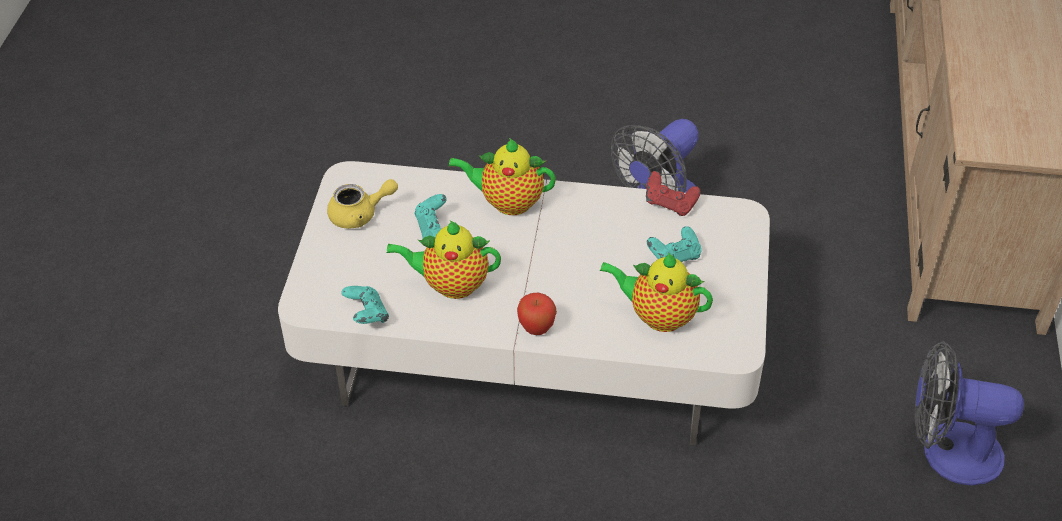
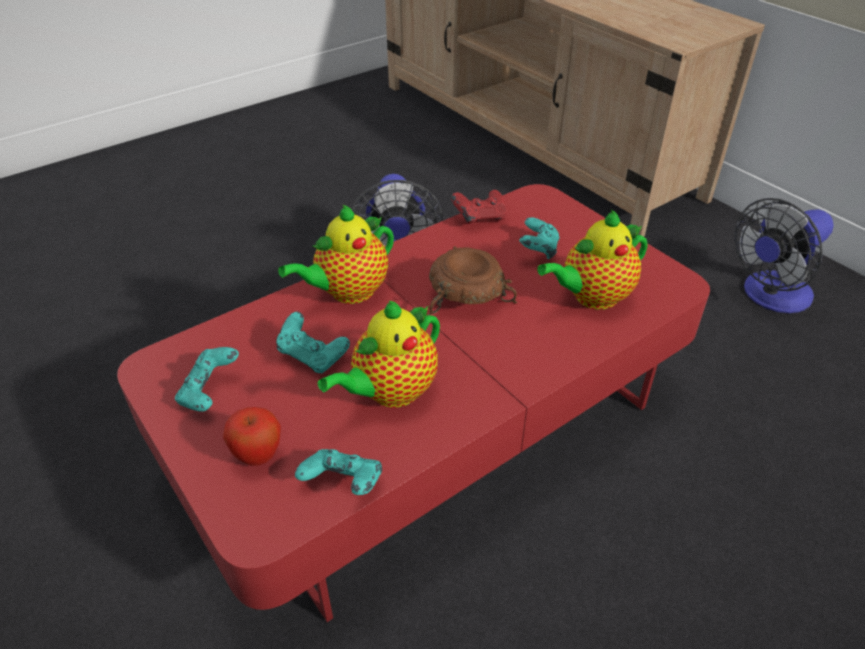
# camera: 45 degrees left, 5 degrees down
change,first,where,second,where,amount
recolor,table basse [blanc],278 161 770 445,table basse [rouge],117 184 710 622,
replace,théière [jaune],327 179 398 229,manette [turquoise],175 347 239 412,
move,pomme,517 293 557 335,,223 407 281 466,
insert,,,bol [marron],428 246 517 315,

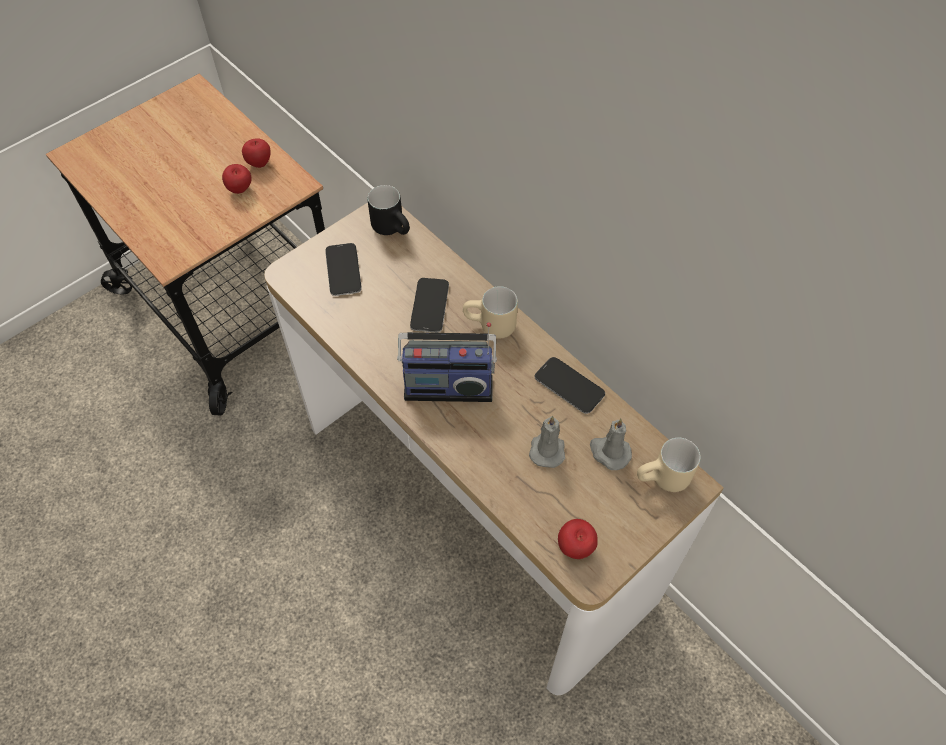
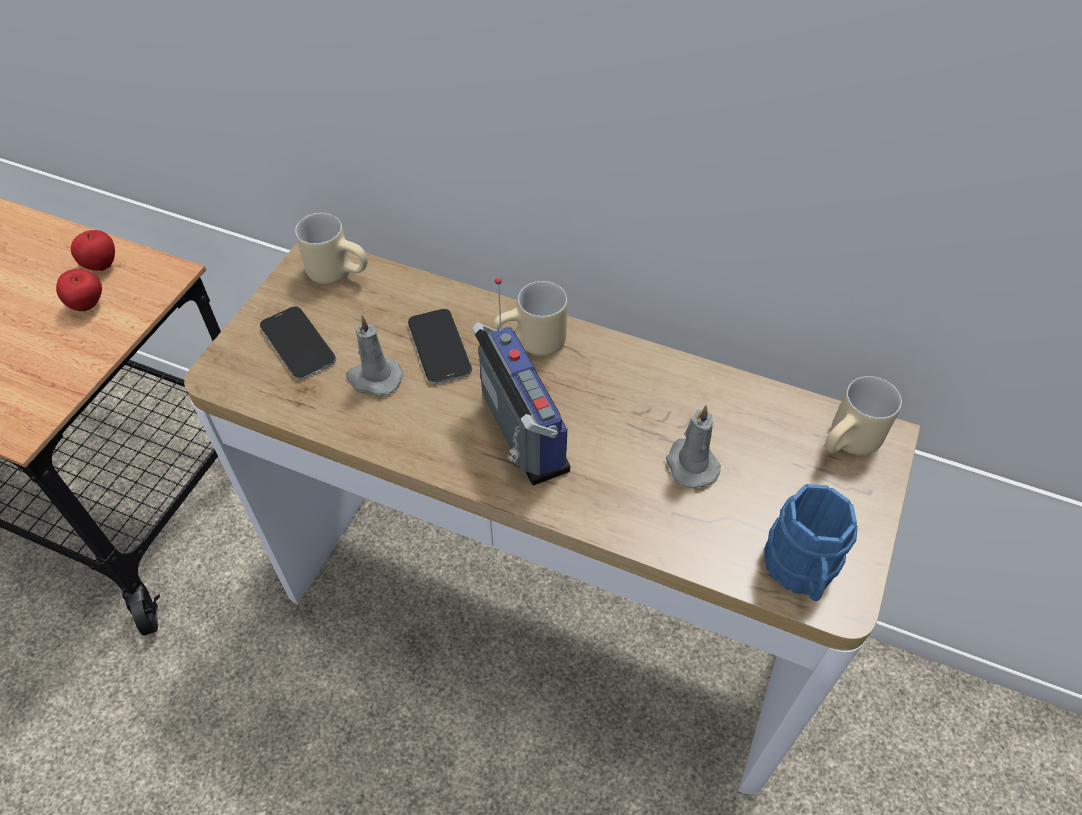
# camera: 25 degrees left, 5 degrees down
change,first,where,second,where,amount
recolor,mug [noir],368 185 410 235,mug [beige],295 213 368 284,
rotate,radio,397 322 497 402,,472 277 570 485,90 degrees counterclockwise
delete,téléphone,535 357 605 414,,,
move,bougie [gris],590 419 632 470,,346 315 403 397,
replace,pomme,558 519 598 559,mug [bleu],764 484 858 601,

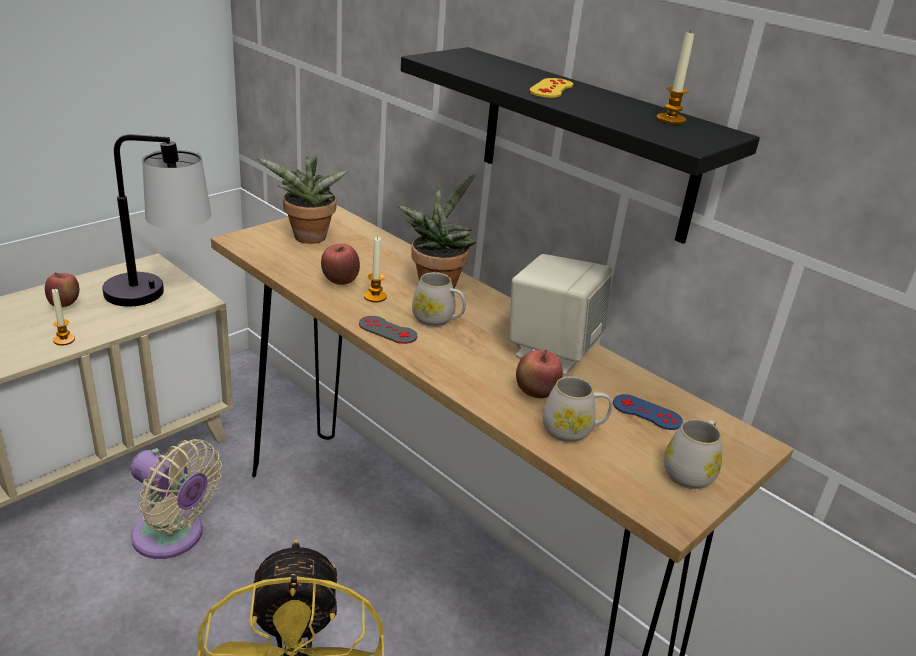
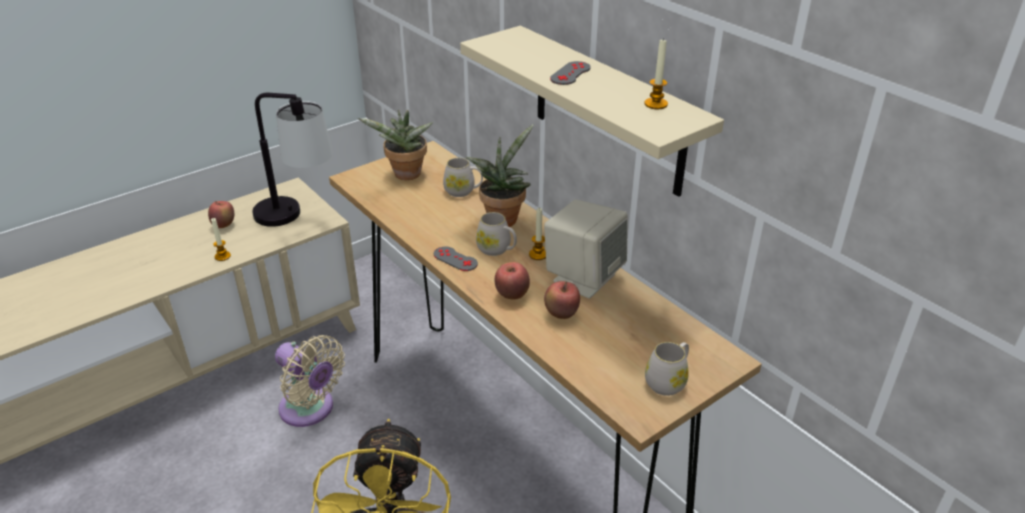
# camera: 10 degrees right, 5 degrees up
change,first,where,second,where,amount
recolor,étagère [noir],401 47 760 244,étagère [beige],460 26 724 197,
recolor,manette [jaune],529 78 573 98,manette [gris],550 61 591 85,
move,bougie,364 236 387 302,,529 208 546 260,
move,pomme,321 243 360 285,,495 262 530 300,
move,mug [blanc],542 376 612 443,,443 158 483 197,
delete,manette [bleu],613 394 683 430,,,

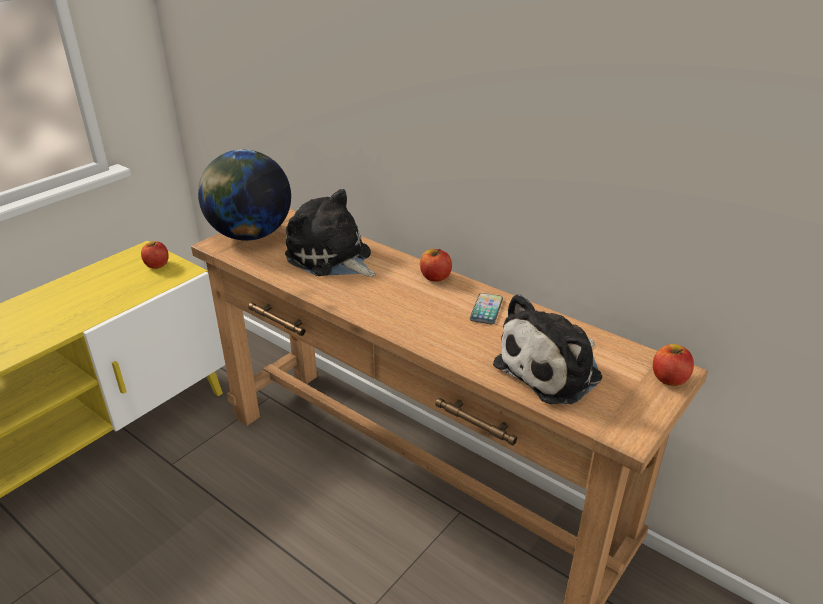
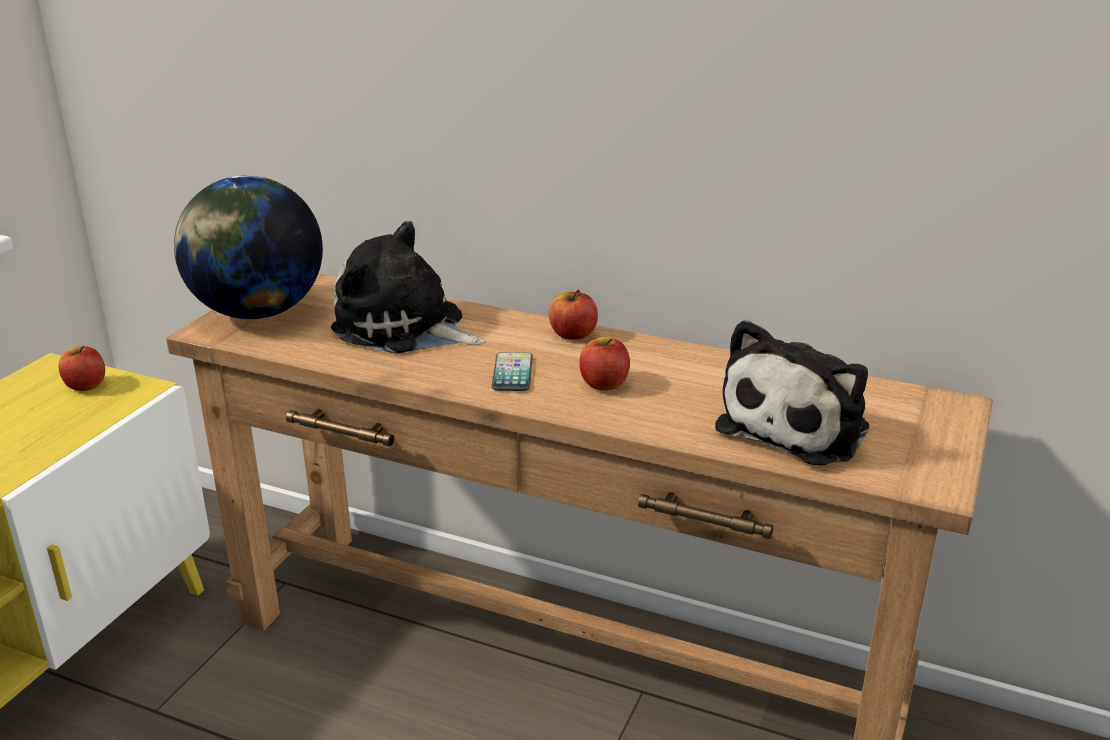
# camera: 15 degrees left, 5 degrees down
change,first,where,second,where,amount
move,téléphone,470 293 503 324,,492 352 533 391,
move,pomme,653 344 694 386,,579 337 630 391,

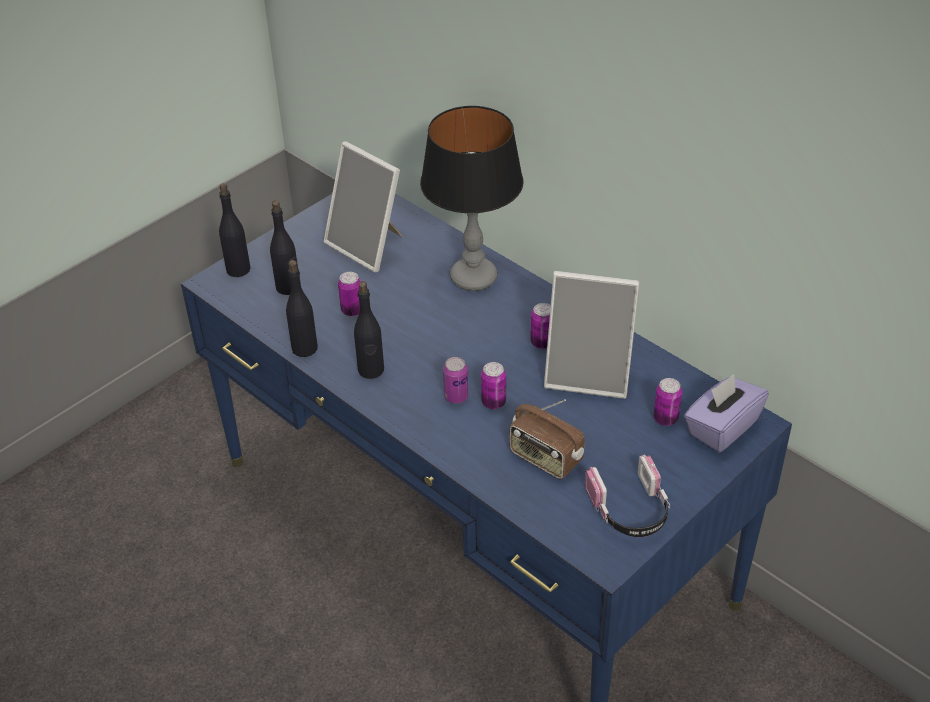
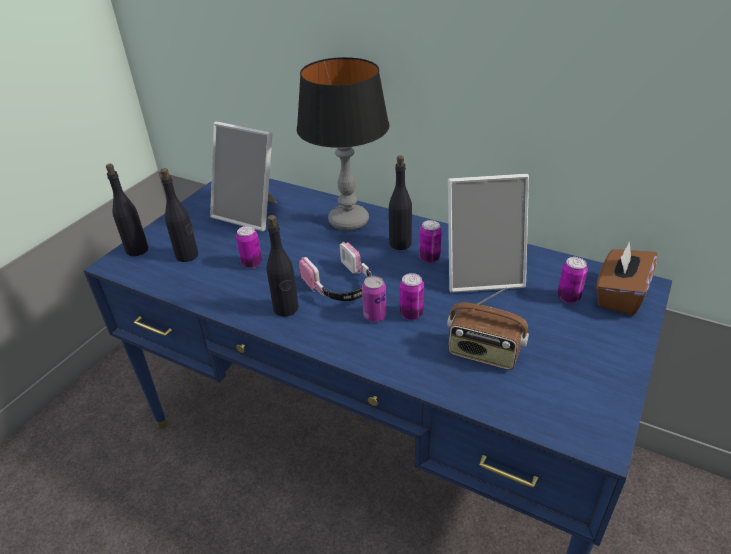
# camera: 15 degrees left, 5 degrees down
change,first,where,second,where,amount
move,bouteille [noir],286 260 318 357,,389 156 412 250,
recolor,boîte à mouchoirs [violet],684 374 769 452,boîte à mouchoirs [marron],596 241 657 316,
move,casque audio,585 454 670 537,,299 242 372 301,

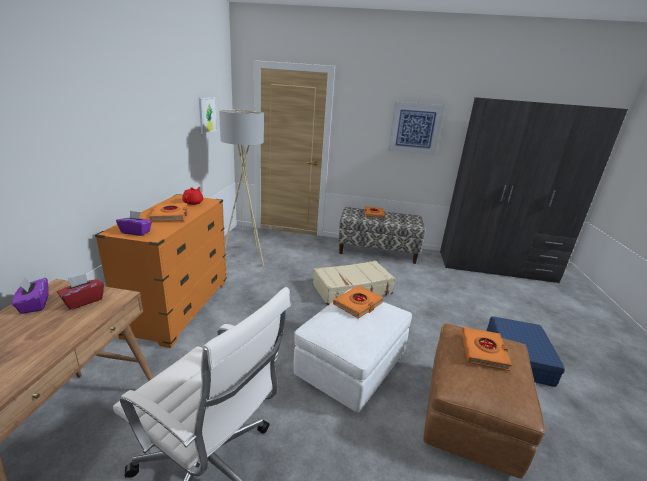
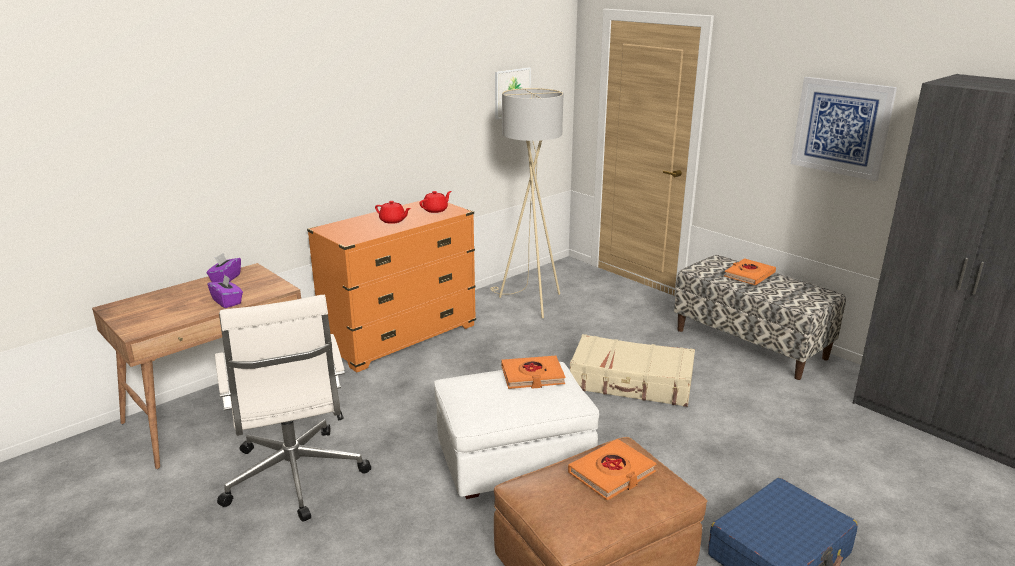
# camera: 40 degrees right, 0 degrees up
change,first,where,second,where,amount
replace,livre [orange],149 203 188 221,théière [rouge],375 201 411 224,
move,boîte à mouchoirs [violet],116 211 152 236,,208 274 243 308,
delete,boîte à mouchoirs [rouge],57 273 104 310,,,

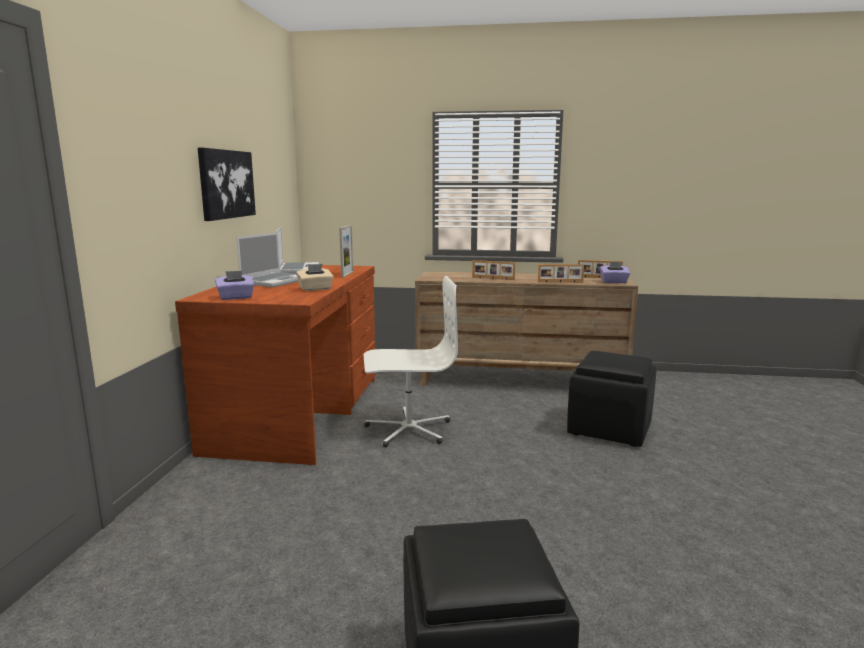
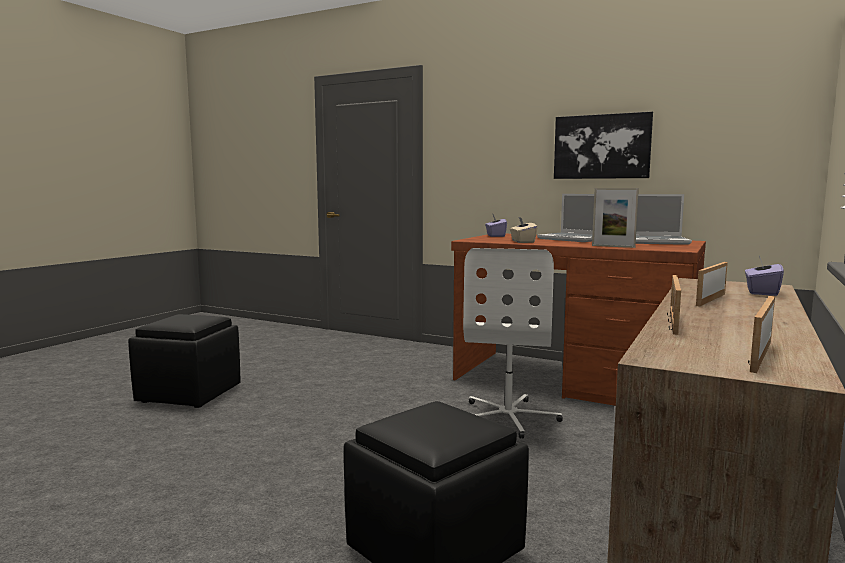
# camera: 110 degrees right, 5 degrees down
change,first,where,second,where,amount
move,boîte à mouchoirs [violet],600 262 630 283,,745 255 784 296,

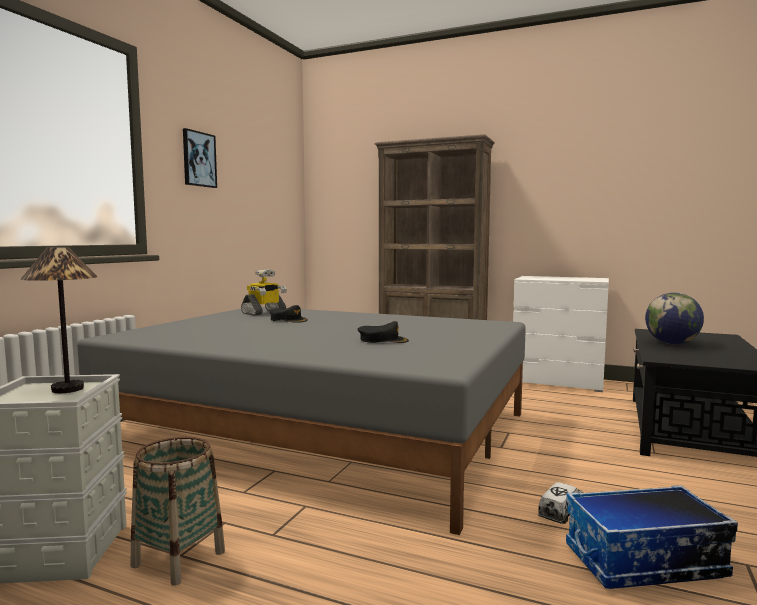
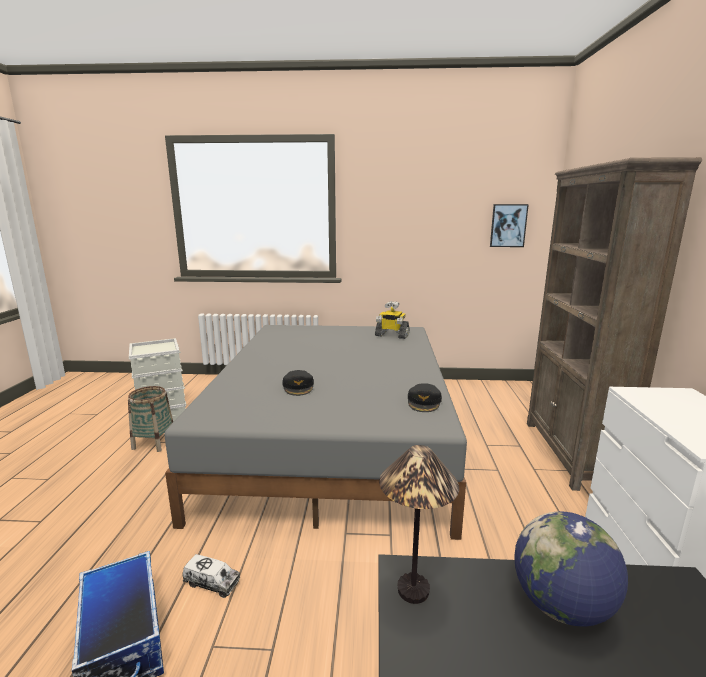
# camera: 70 degrees right, 10 degrees up
change,first,where,second,where,amount
move,tableau,183 128 217 188,,490 204 529 247,
move,lampe de table,21 247 97 393,,379 445 459 604,
move,casquette [noir],270 305 308 323,,408 383 442 412,

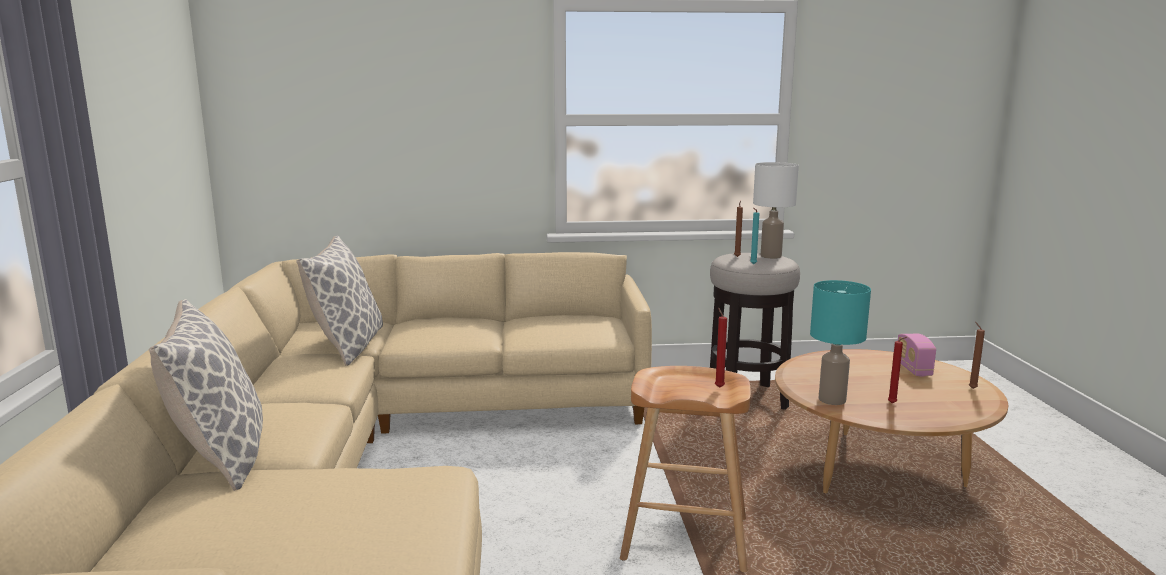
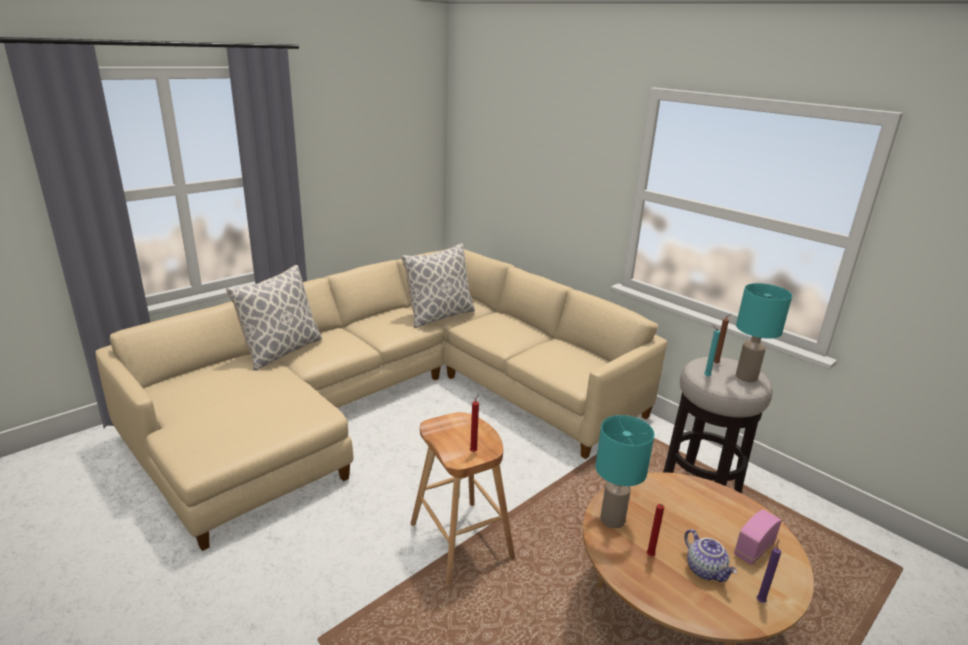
# camera: 50 degrees right, 10 degrees up
change,first,where,second,where,amount
recolor,lampe de table [blanc],753 162 799 259,lampe de table [turquoise],736 283 792 382,
recolor,bougie [marron],969 322 985 389,bougie [violet],757 539 781 603,
insert,,,théière,684 529 737 582,

